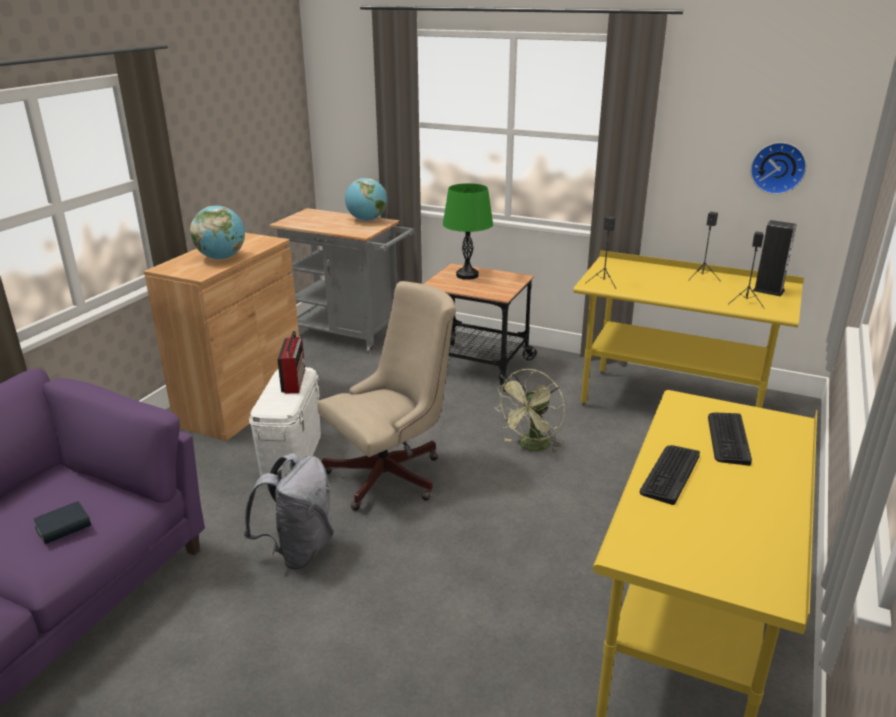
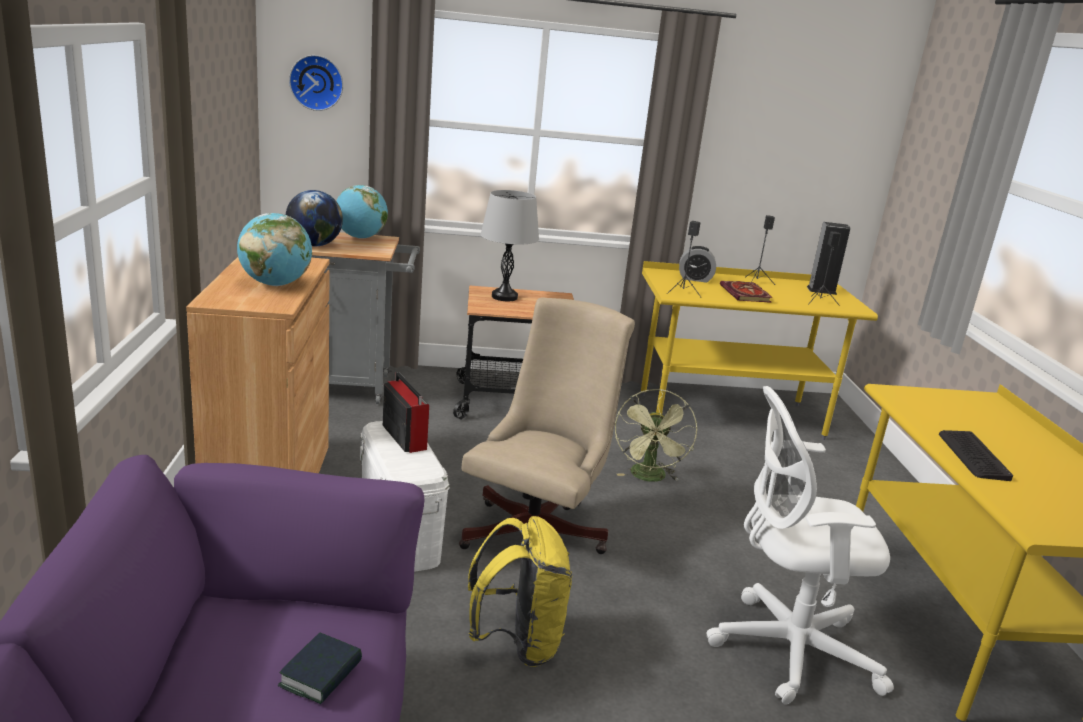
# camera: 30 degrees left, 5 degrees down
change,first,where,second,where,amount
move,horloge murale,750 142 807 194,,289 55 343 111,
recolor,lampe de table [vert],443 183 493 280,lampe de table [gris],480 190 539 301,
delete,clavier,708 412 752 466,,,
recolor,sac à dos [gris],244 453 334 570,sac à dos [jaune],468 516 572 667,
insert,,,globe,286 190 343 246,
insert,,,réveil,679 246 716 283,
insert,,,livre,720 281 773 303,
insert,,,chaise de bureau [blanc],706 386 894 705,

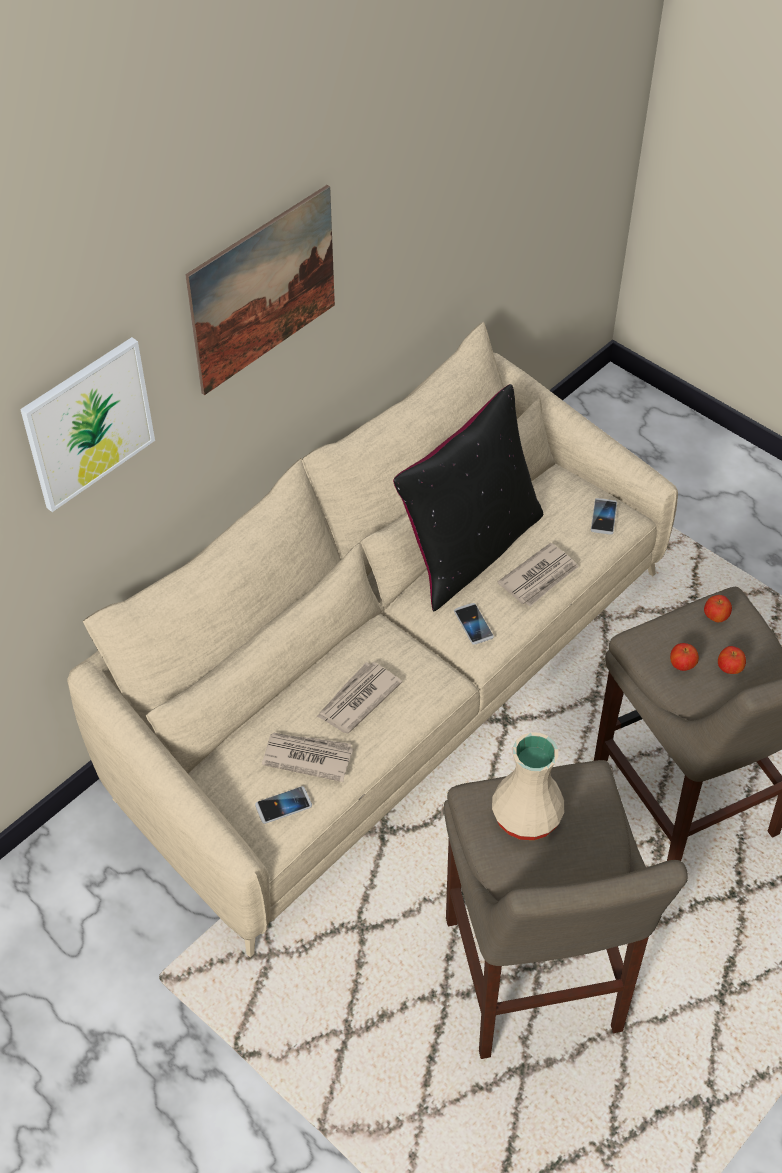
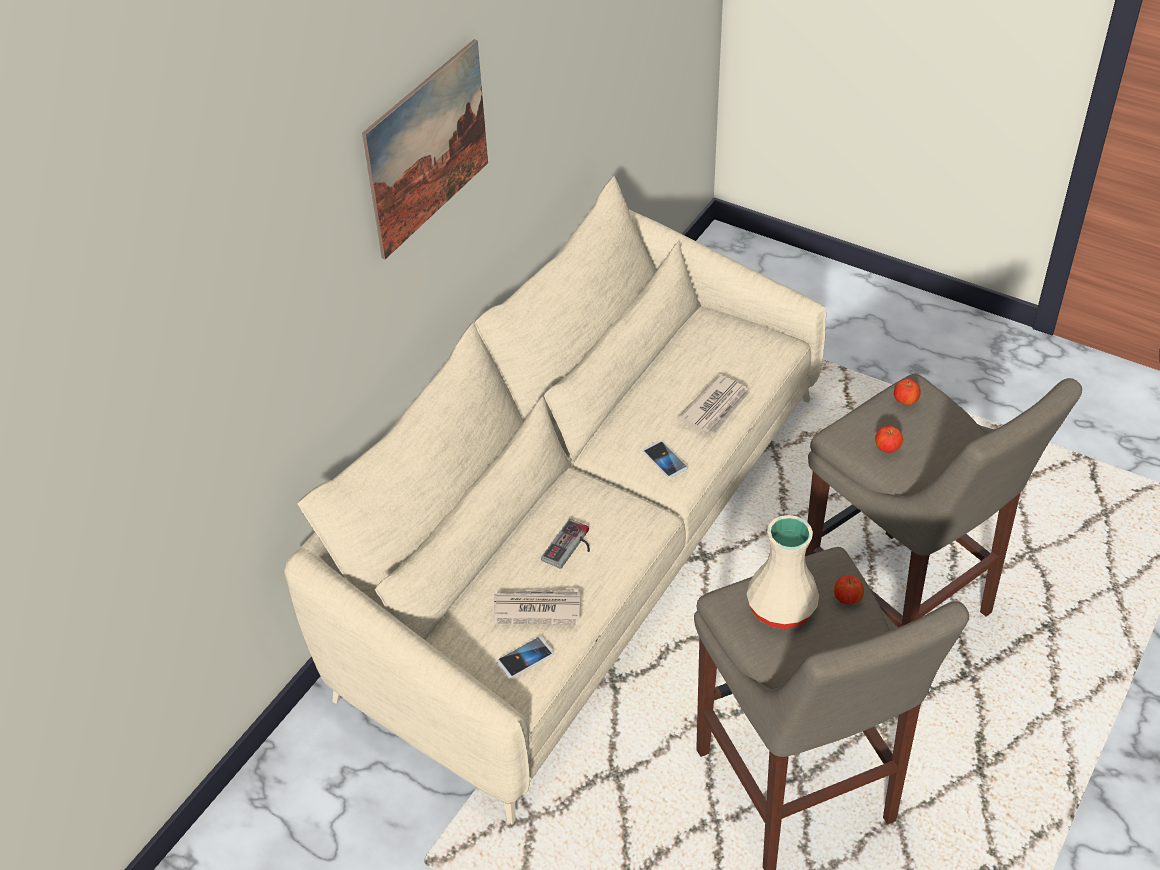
# camera: 10 degrees left, 5 degrees down
change,first,where,second,where,amount
delete,tableau,20 337 155 512,,,
delete,coussin [noir],393 384 543 612,,,
delete,téléphone,591 498 617 535,,,
move,pomme,718 646 746 674,,834 575 864 605,
replace,journal,317 662 402 733,manette,541 519 590 569,

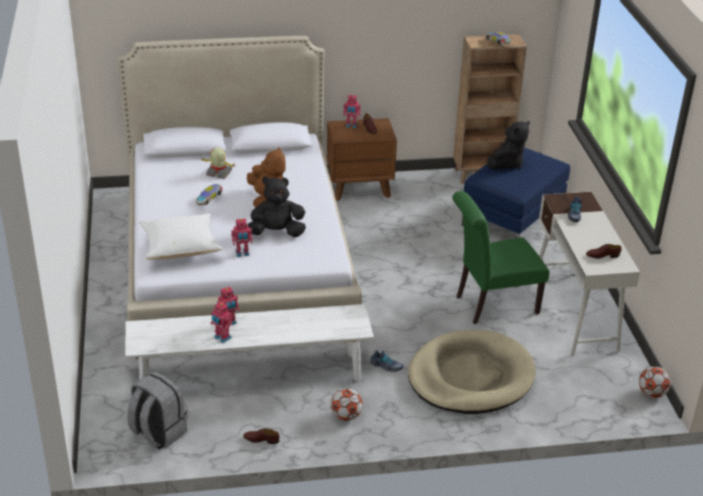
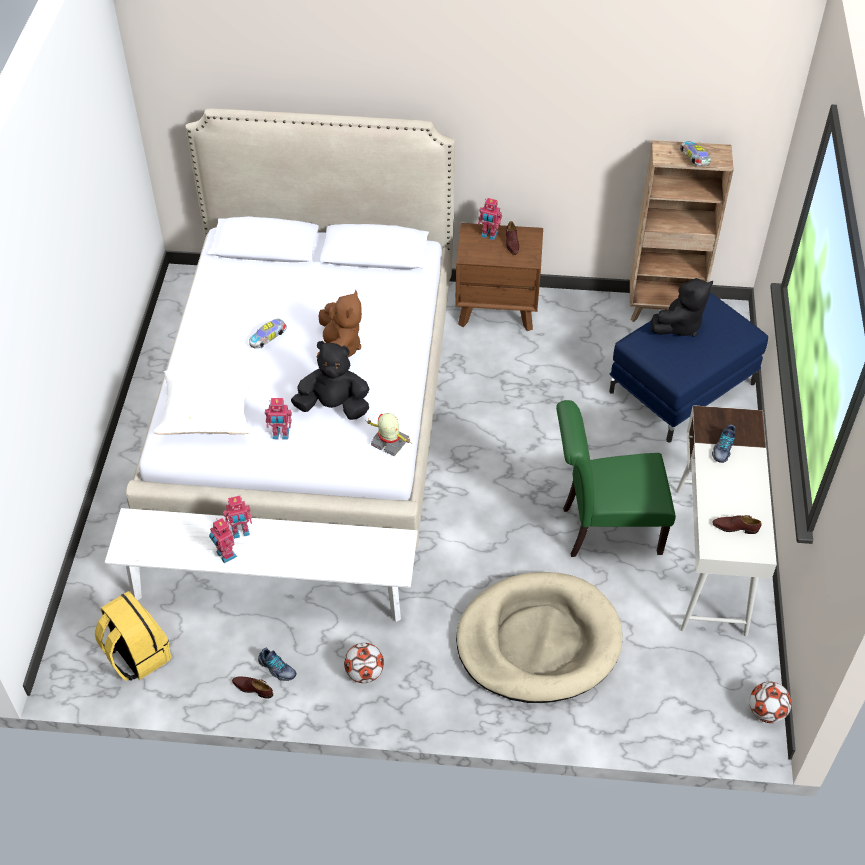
# camera: 15 degrees right, 15 degrees up
change,first,where,second,where,amount
move,robot jouet,200 148 235 179,,365 413 410 456,
move,chaussure,370 350 404 372,,258 648 297 681,
recolor,sac à dos [gris],127 371 187 450,sac à dos [jaune],95 591 171 681,

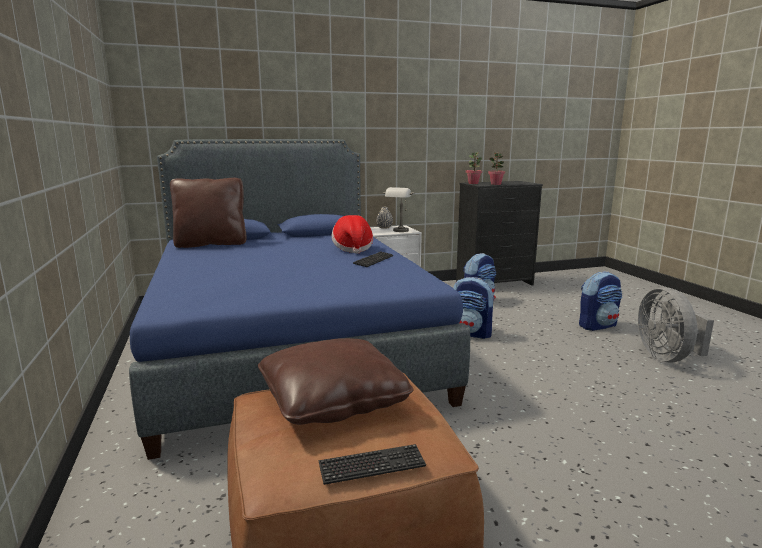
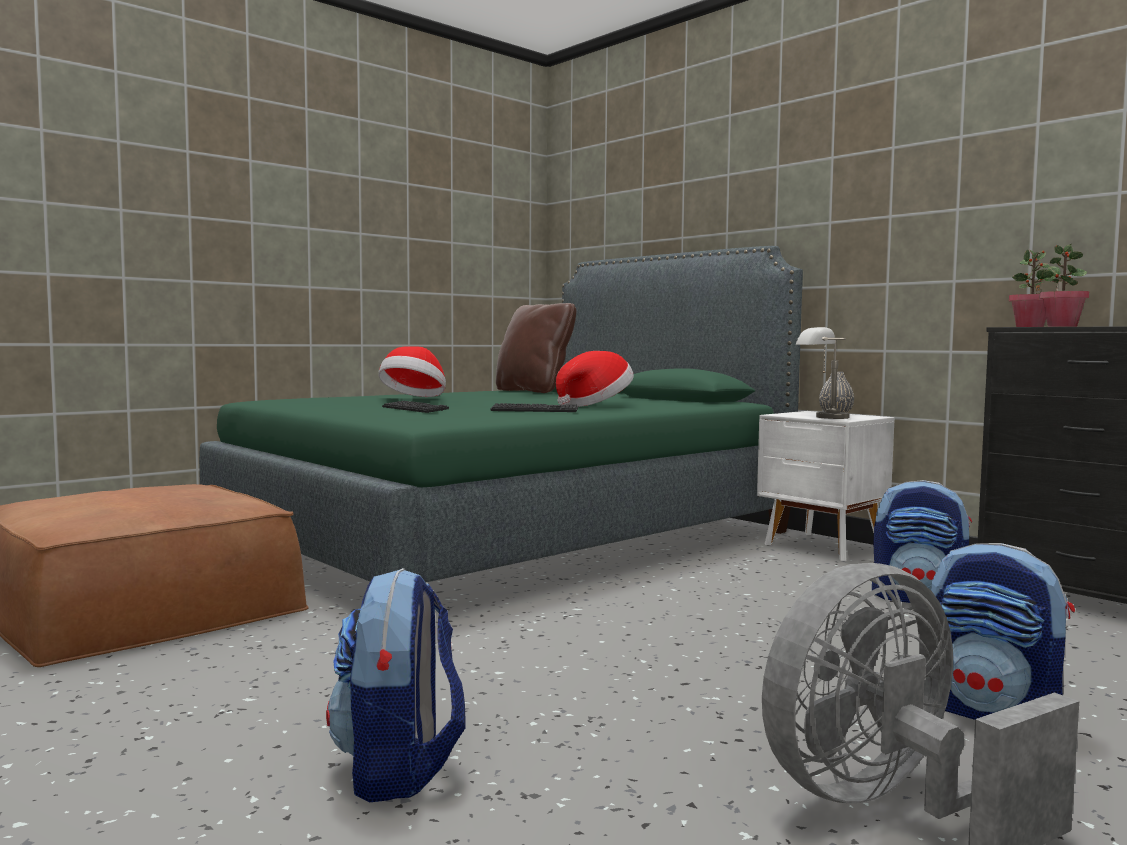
# camera: 65 degrees right, 10 degrees down
change,first,where,second,where,amount
recolor,lit [bleu],129 139 470 460,lit [vert],199 246 803 582,
move,sac à dos,453 277 496 339,,326 568 466 802,
delete,coussin [marron],258 338 413 425,,,
move,clavier,318 444 426 485,,382 401 449 413,
insert,,,chapeau,378 346 446 397,

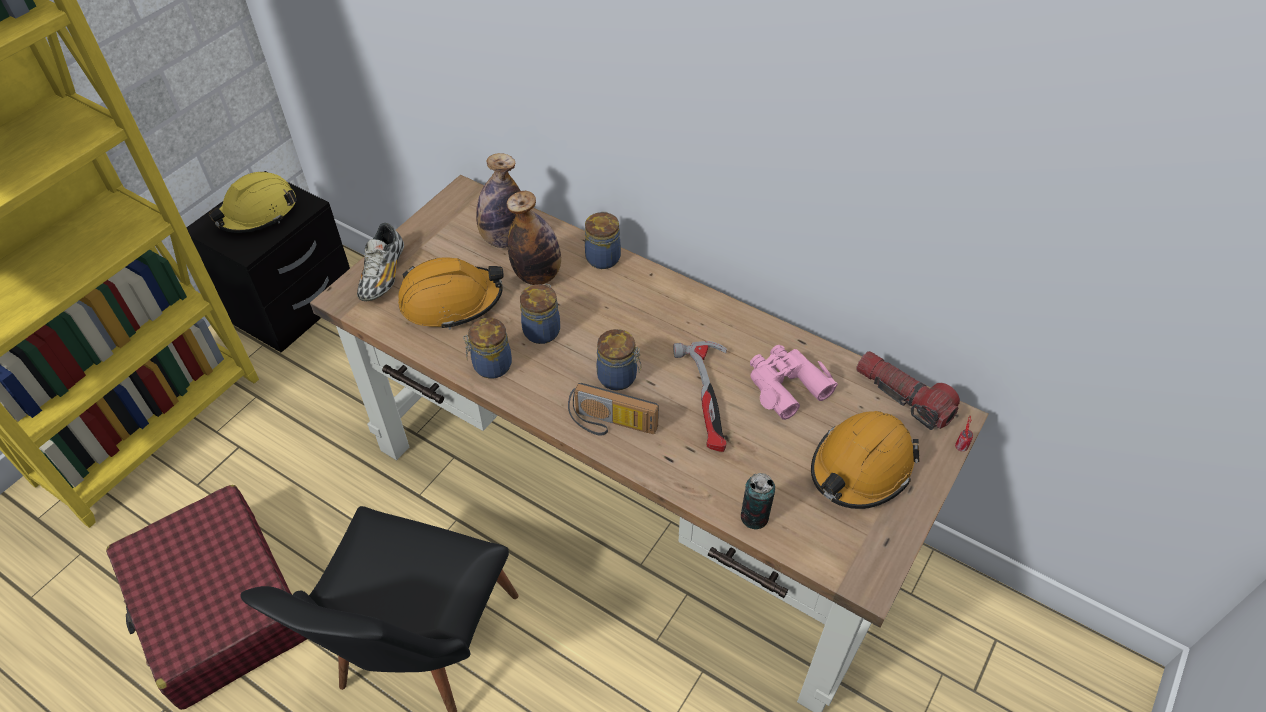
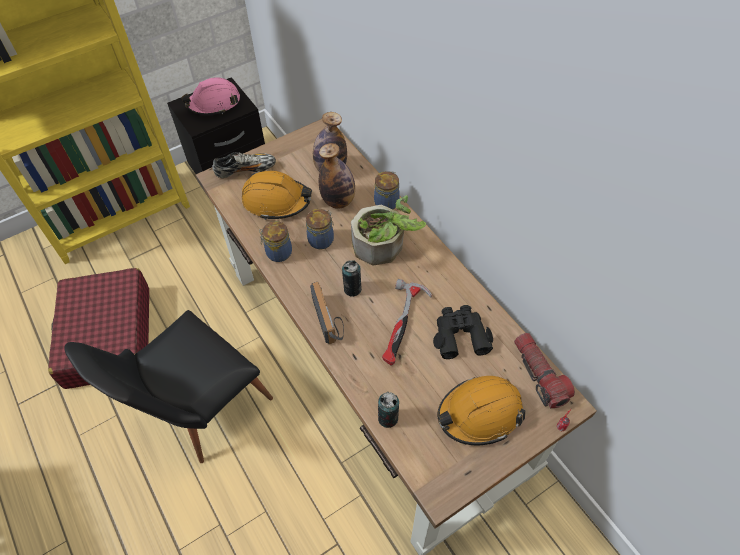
# camera: 25 degrees right, 5 degrees up
change,first,where,second,where,amount
recolor,casque de chantier [jaune],209 172 297 233,casque de chantier [rose],181 77 240 115,
rotate,chaussure,357 223 404 301,,212 152 276 178,135 degrees counterclockwise
replace,bocal,597 329 641 390,boîte métallique,342 260 362 297,
recolor,jumelles [rose],750 345 838 420,jumelles [noir],433 305 493 359,
rotate,radio,568 383 659 436,,310 282 344 344,150 degrees counterclockwise
insert,,,plante en pot,351 195 426 265,

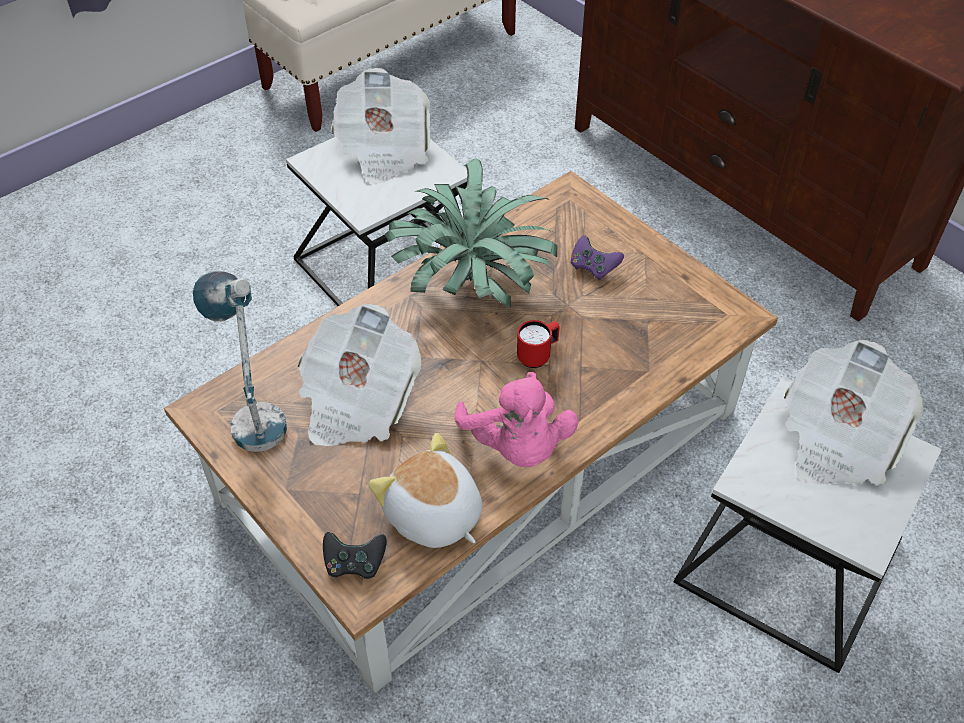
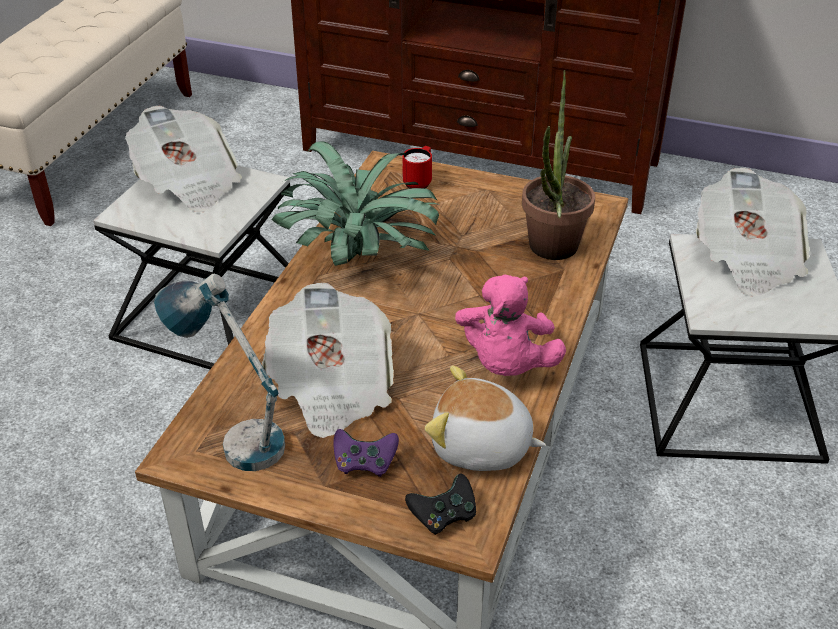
# camera: 30 degrees left, 10 degrees down
change,first,where,second,where,amount
move,manette [violet],571 235 624 280,,334 429 399 477,
move,mug [rouge],517 320 560 368,,402 146 432 188,
rotate,peluche [rose],454 372 579 467,,455 274 566 376,60 degrees clockwise
insert,,,plante en pot,522 70 595 260,

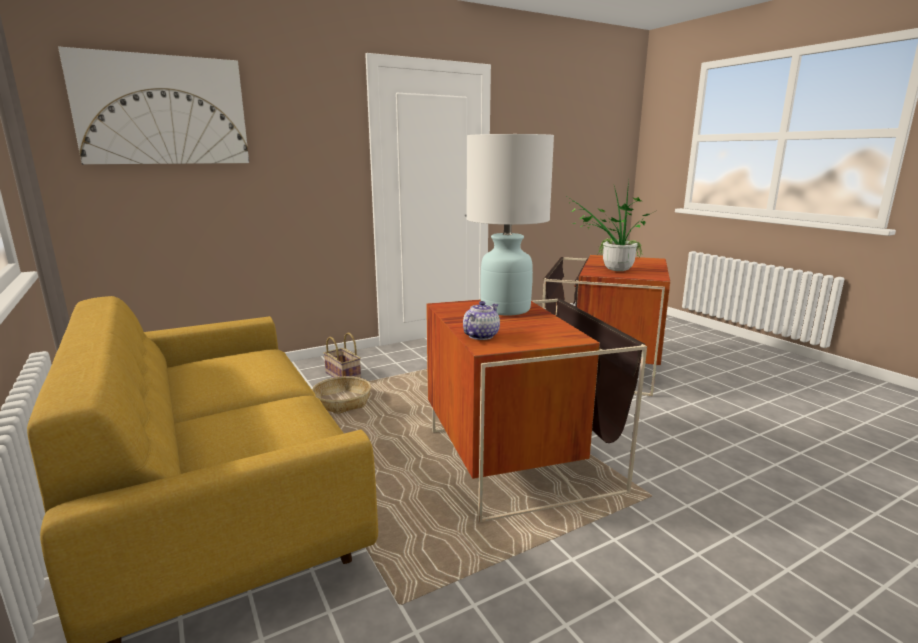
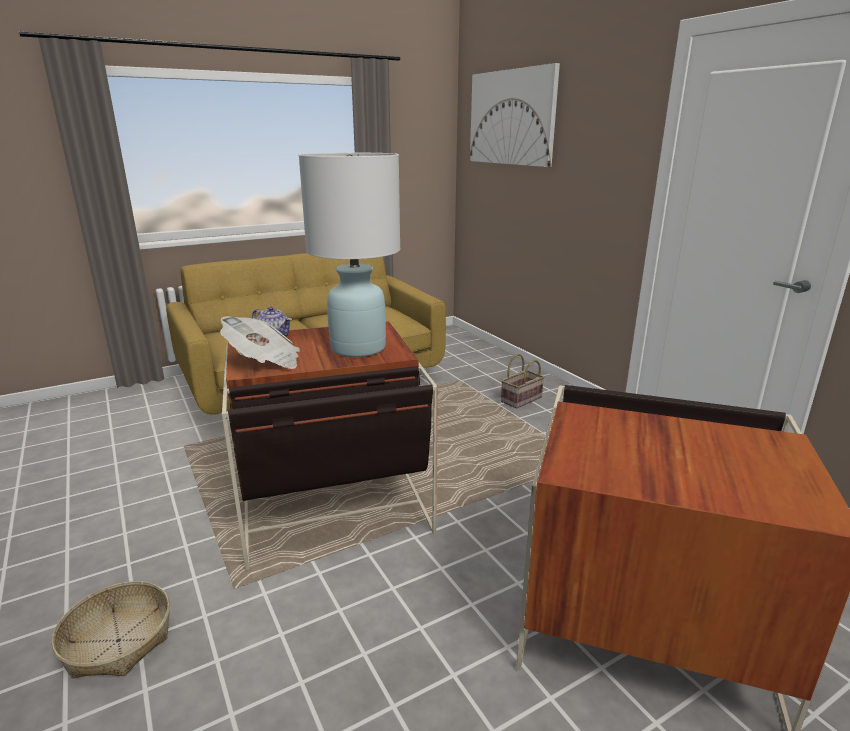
# camera: 90 degrees right, 5 degrees up
change,first,where,second,where,amount
delete,plante en pot,568 180 654 271,,,
move,panier,312 376 371 414,,52 581 170 678,
insert,,,journal,220 316 300 369,

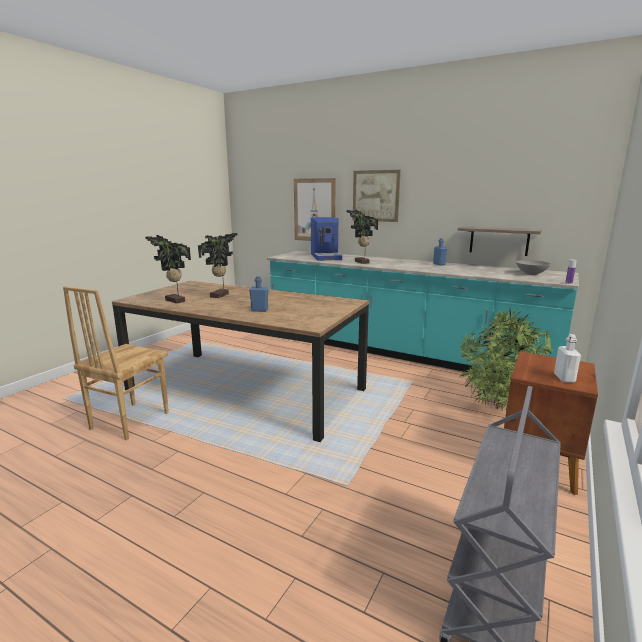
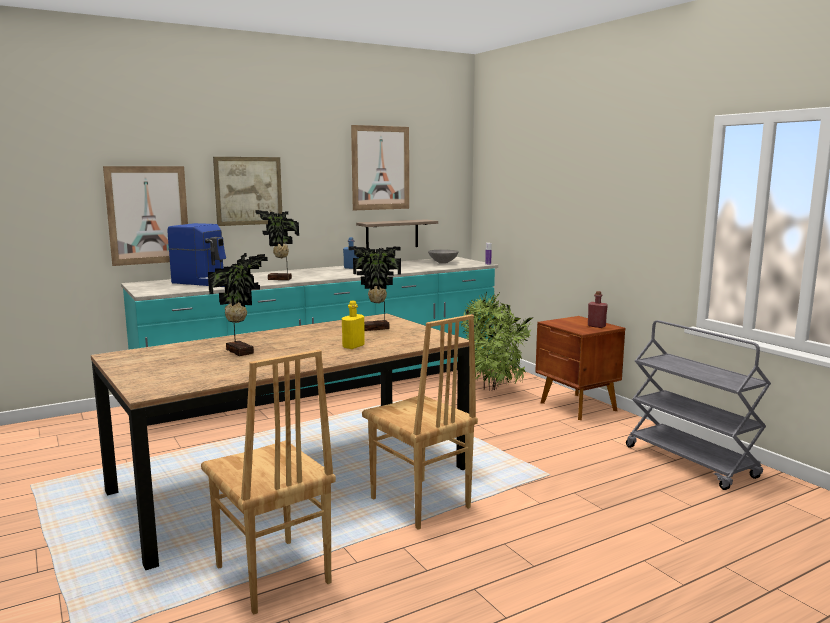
# camera: 60 degrees left, 5 degrees down
change,first,where,second,where,amount
move,plante en pot,145 235 191 304,,349 246 401 331,
recolor,bouteille [bleu],249 276 268 312,bouteille [jaune],342 301 365 349,
recolor,bouteille [blanc],554 334 581 383,bouteille [rouge],588 291 608 328,
insert,,,tableau,351 125 409 210,
insert,,,chaise [marron],362 314 478 530,

